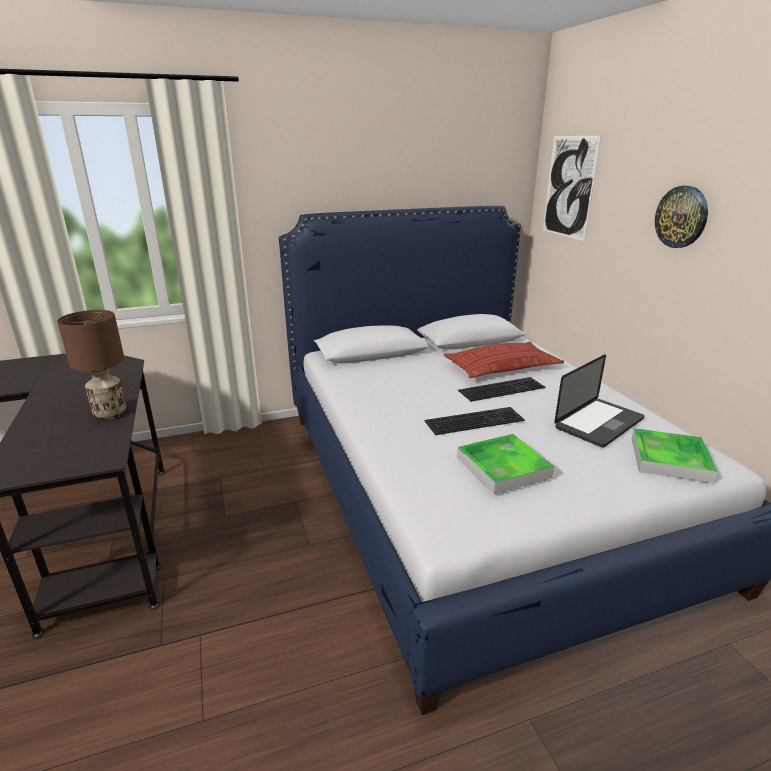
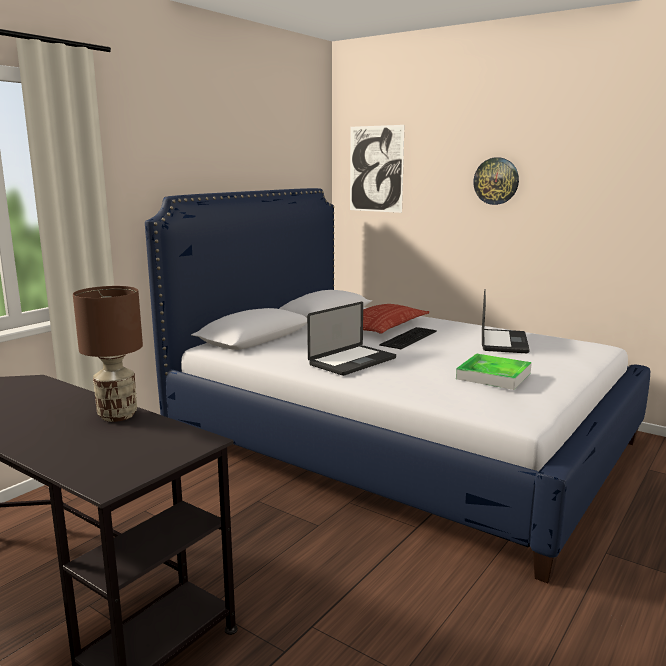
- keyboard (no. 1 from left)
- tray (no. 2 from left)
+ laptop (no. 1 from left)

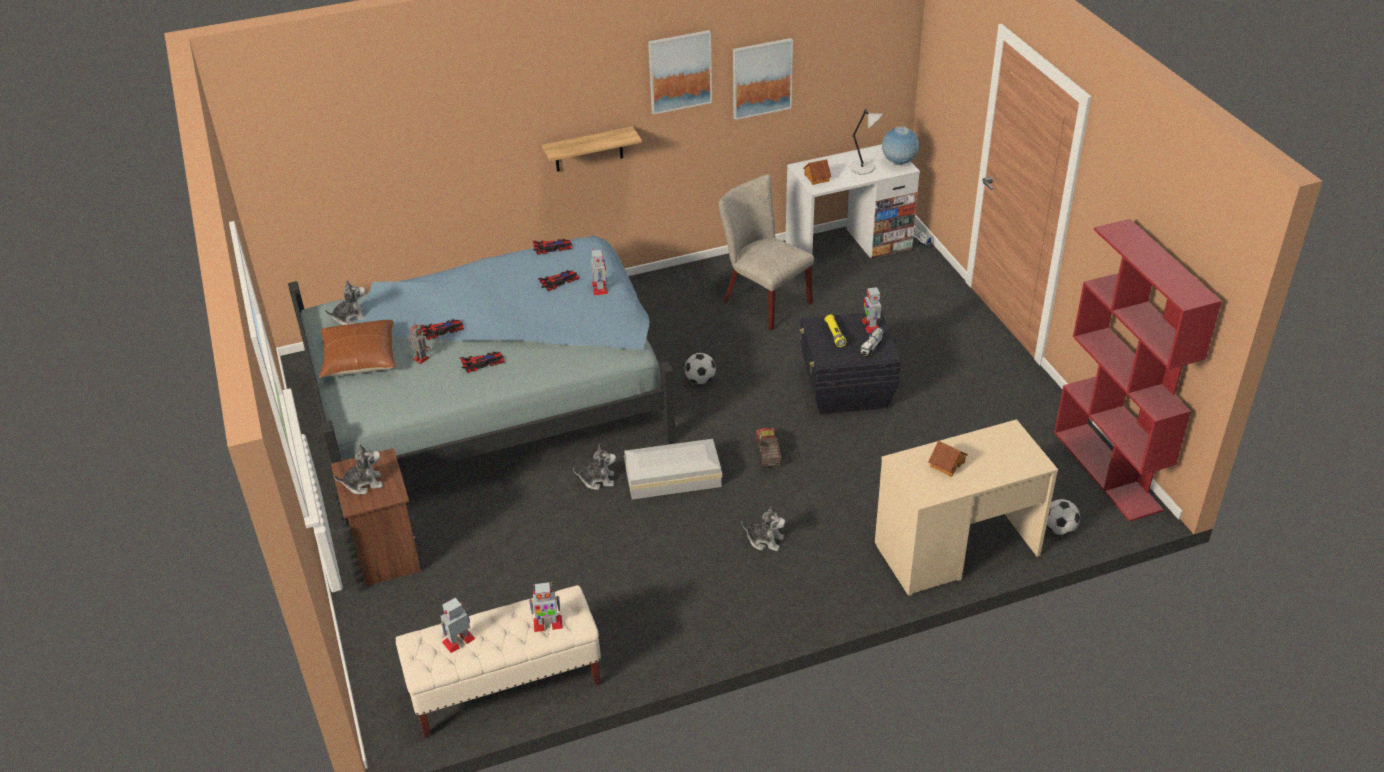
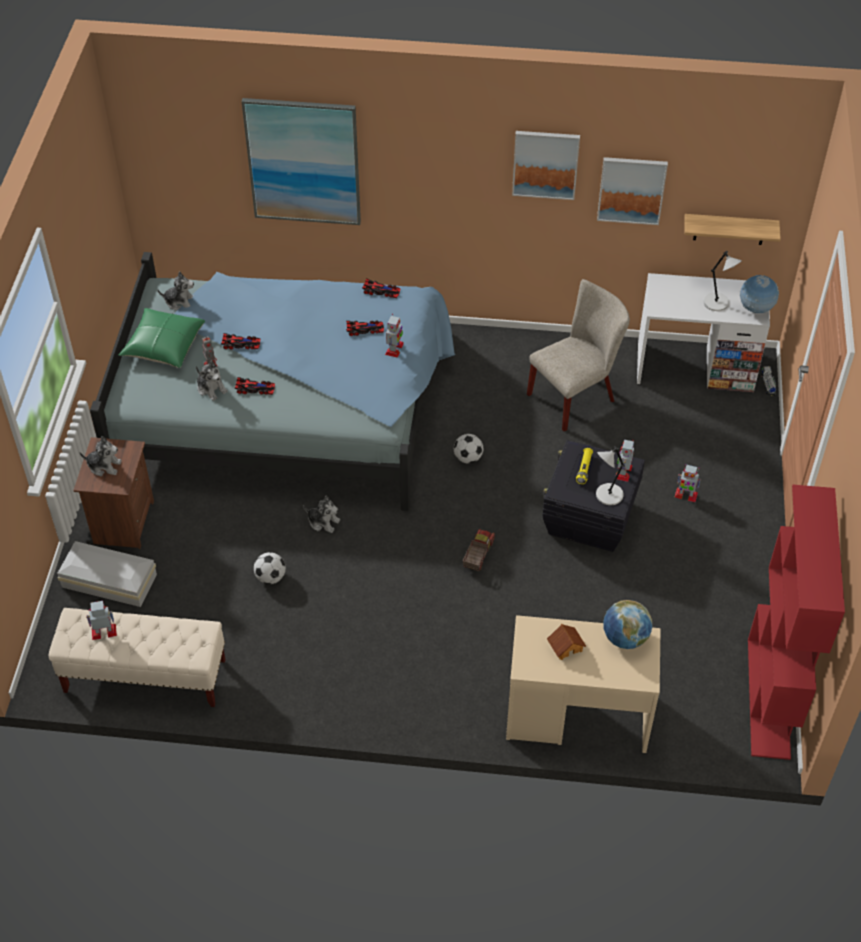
- toy house (no. 1 from left)
+ picture (no. 1 from left)
+ globe (no. 1 from left)
~ toy robot (no. 3 from left in the first image) to toy robot (no. 5 from left)
~ shelf
~ storage box/white
~ plush toy (no. 4 from left in the first image) to plush toy (no. 3 from left)
~ football (no. 2 from left in the first image) to football (no. 1 from left)
~ toy truck (no. 2 from left) to table lamp/grey (no. 1 from left)
~ pillow/brown to pillow/green
~ chair/beige 75 degrees clockwise

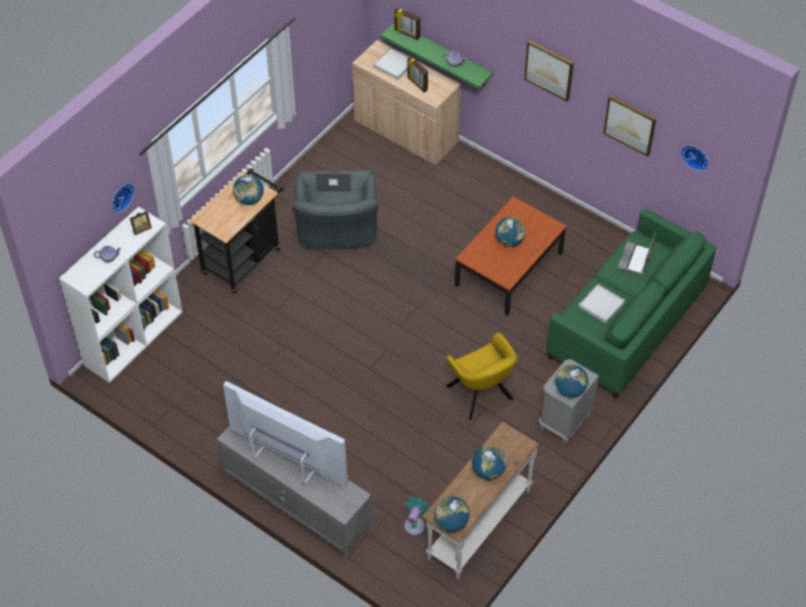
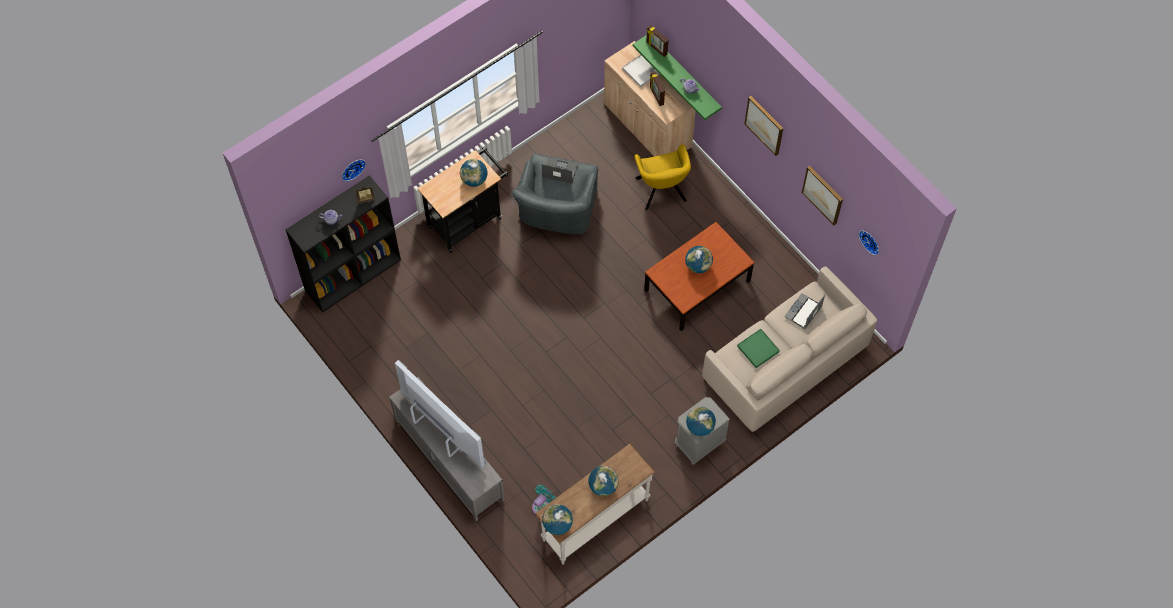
~ armchair/yellow
~ bookcase/white to bookcase/black
~ sofa/green to sofa/beige
~ tray/white (no. 2 from left) to tray/green

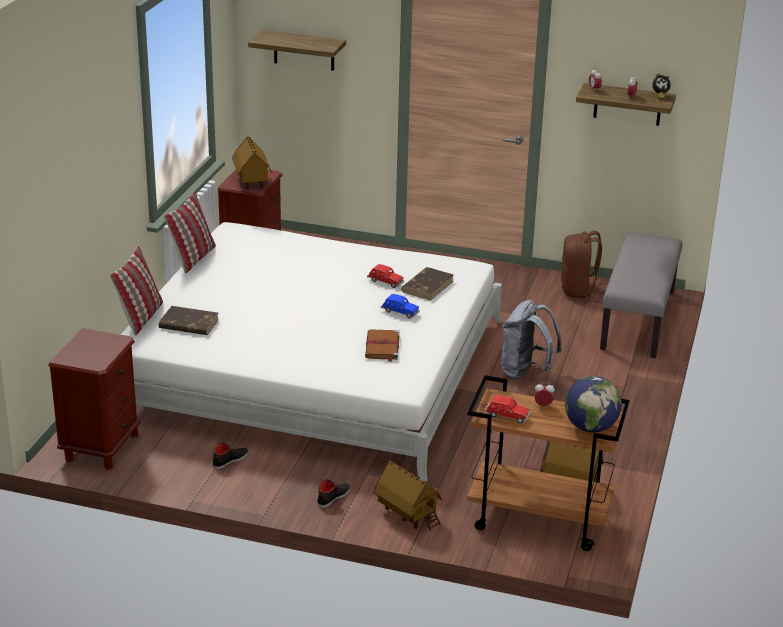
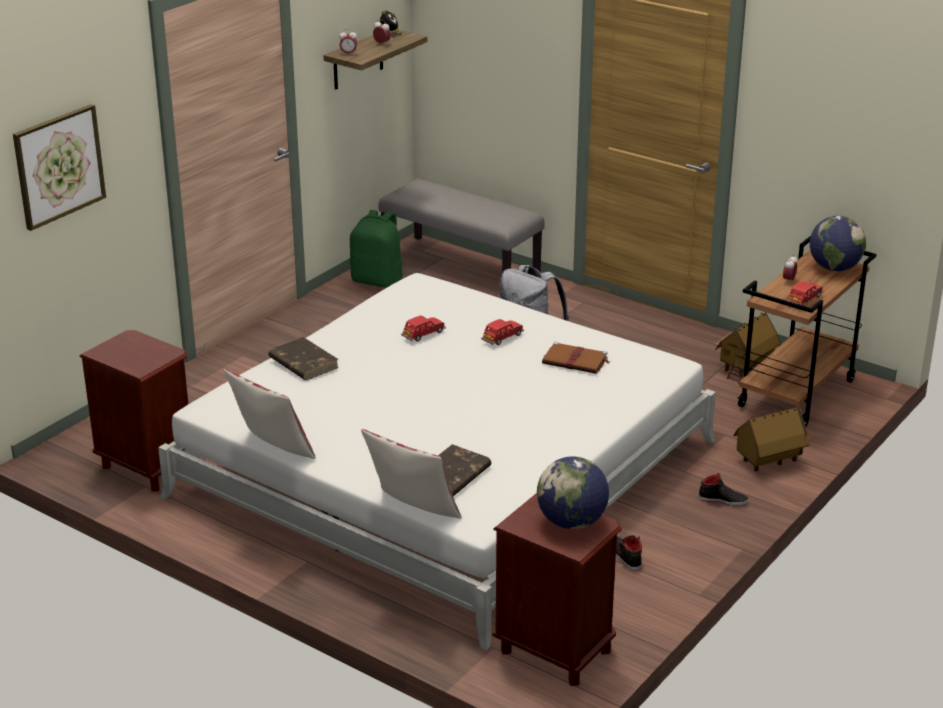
- toy house (no. 1 from left)
+ globe (no. 1 from left)
~ book/brown (no. 3 from left in the first image) to book/brown (no. 1 from left)
~ shelf (no. 1 from left) to picture
~ toy car/blue to toy car/red (no. 2 from left)
~ backpack/brown to backpack/green
~ shoe/black (no. 2 from left) 135 degrees clockwise

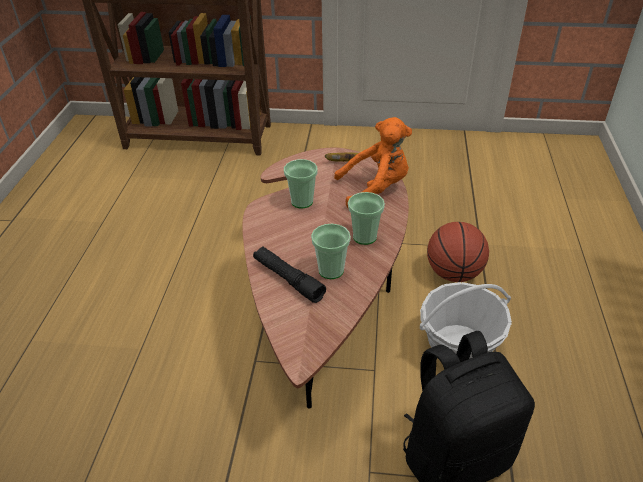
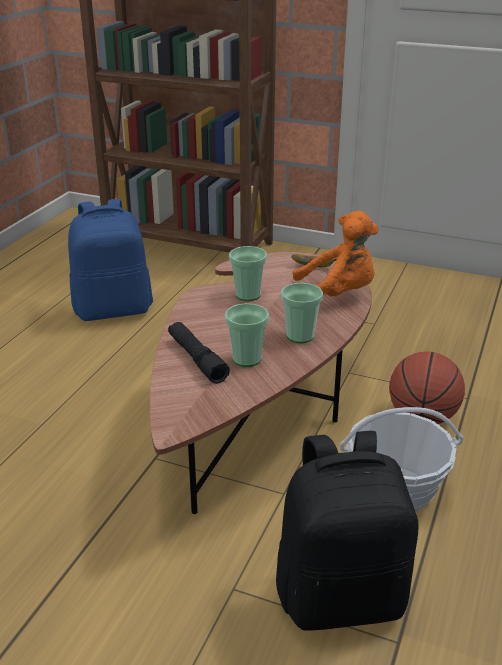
+ backpack/blue

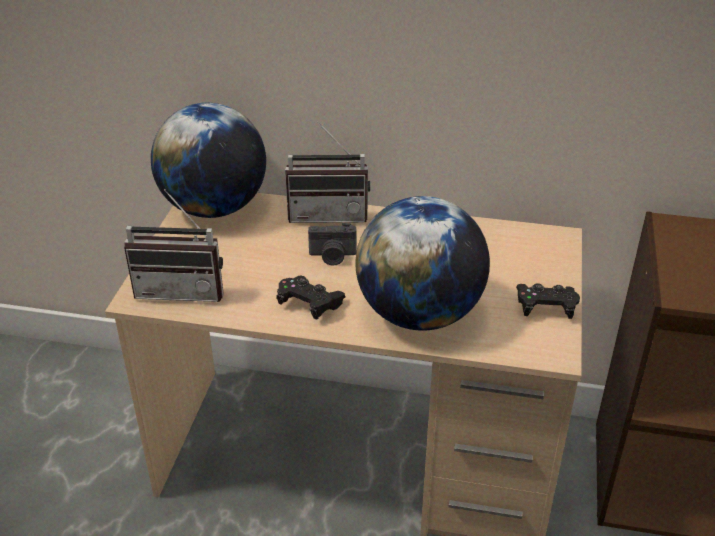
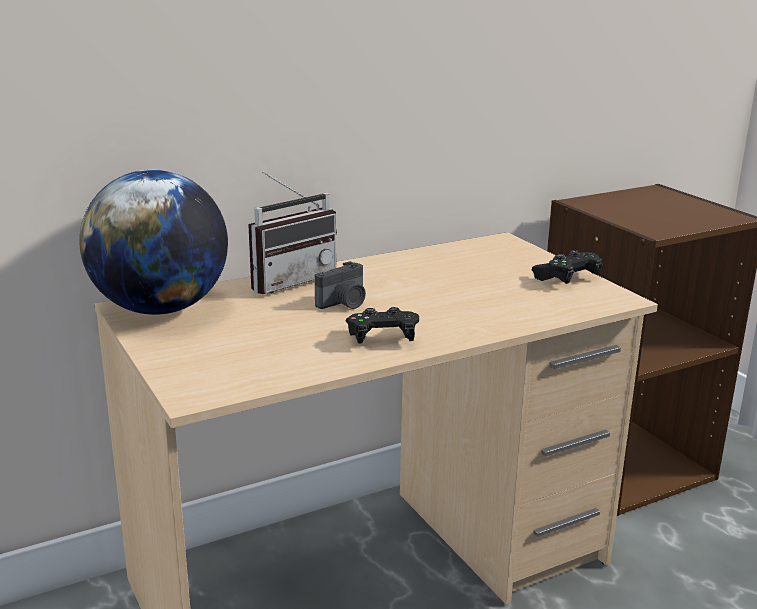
- radio (no. 1 from left)
- globe (no. 2 from left)

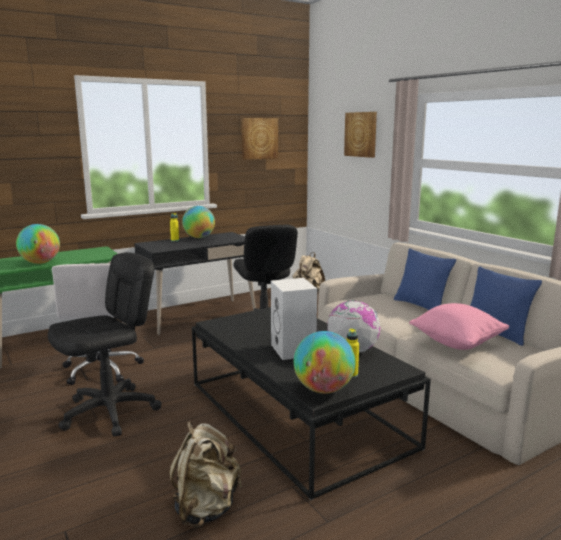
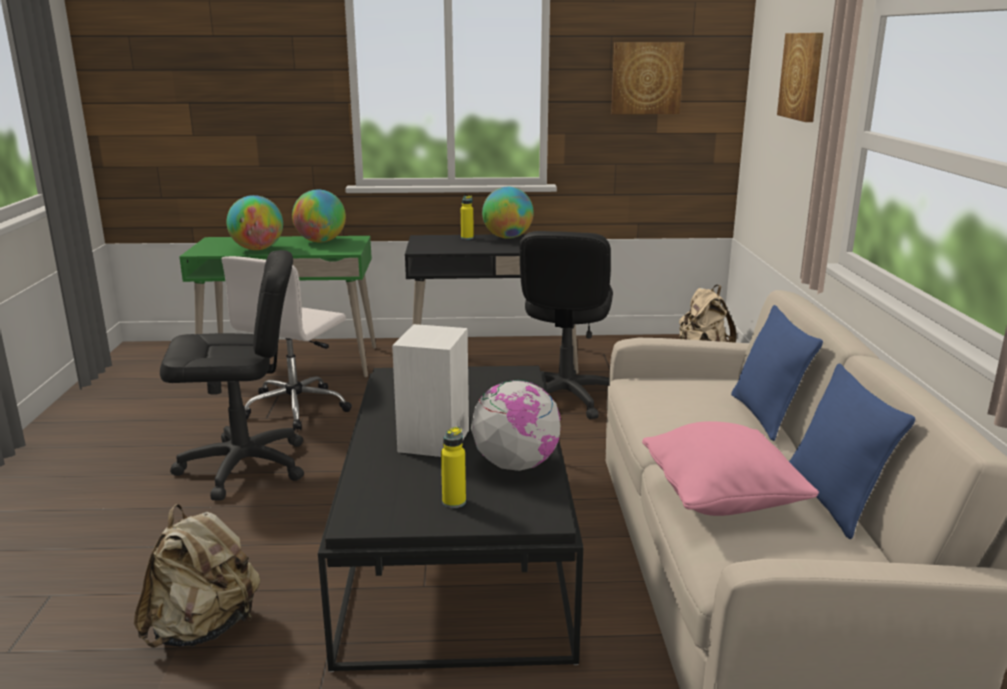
~ globe (no. 3 from left in the first image) to globe (no. 2 from left)

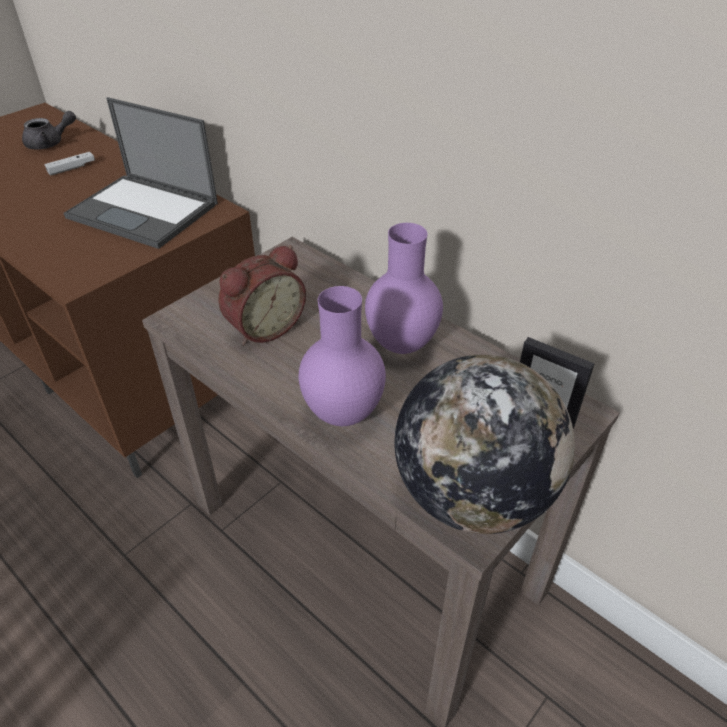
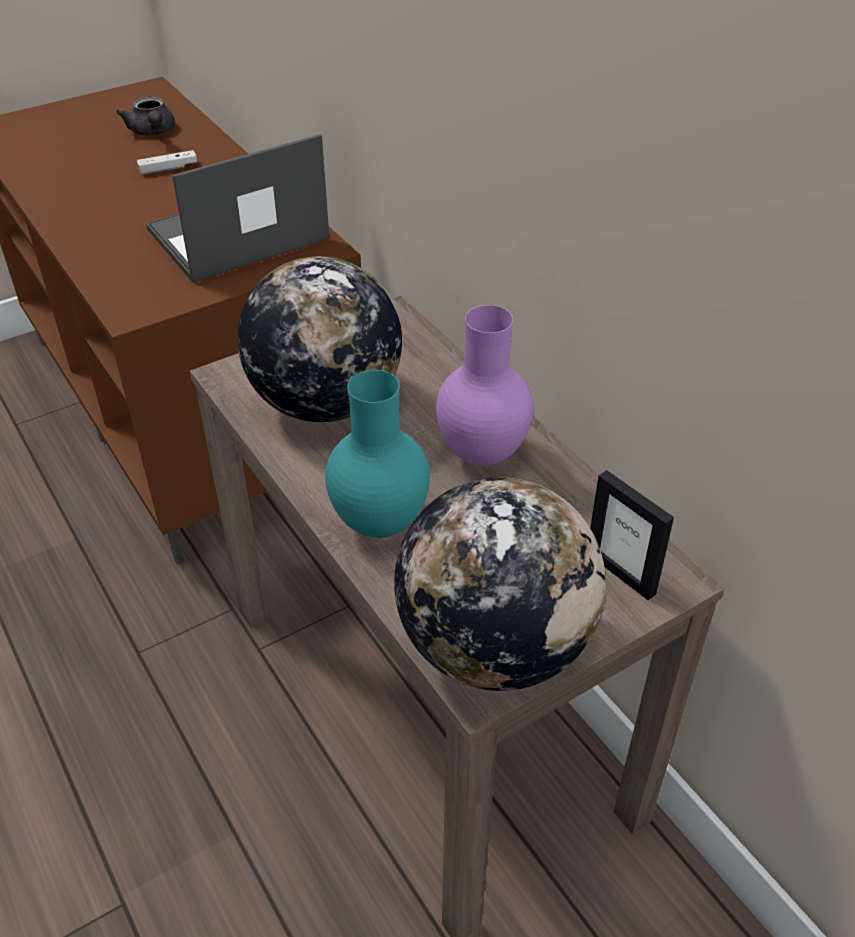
~ alarm clock to globe (no. 1 from left)
~ vase/purple (no. 1 from left) to vase/turquoise
~ teapot/grey 75 degrees clockwise
~ laptop 105 degrees clockwise

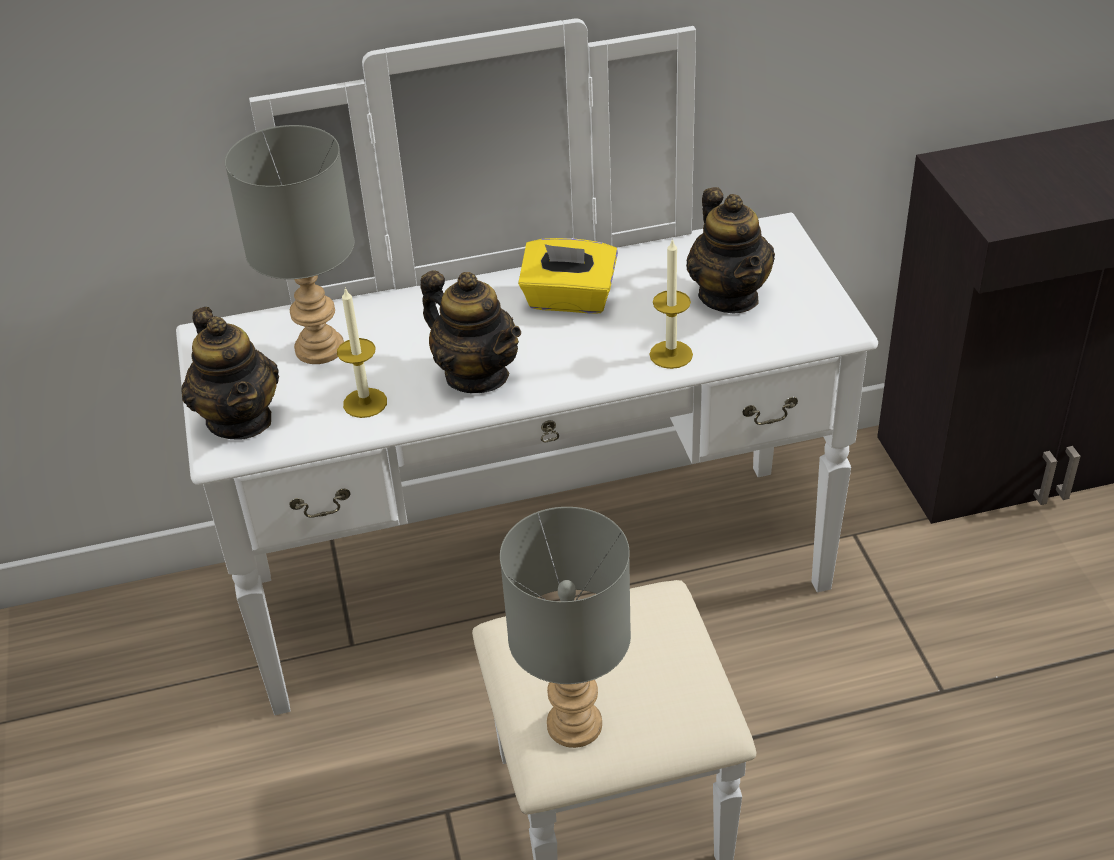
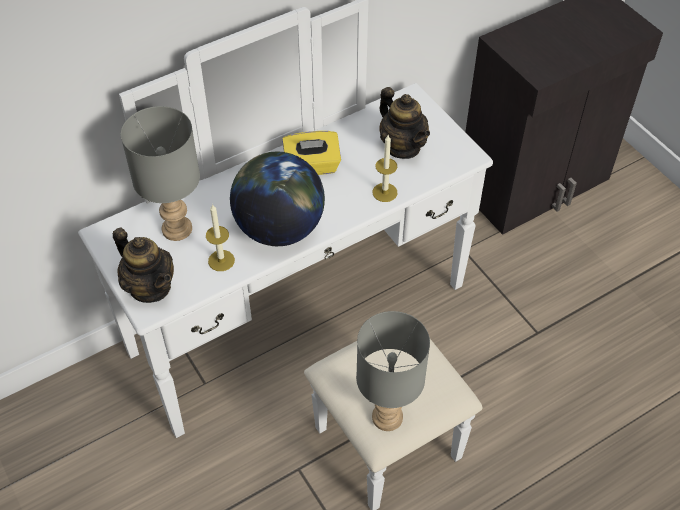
~ teapot (no. 2 from left) to globe

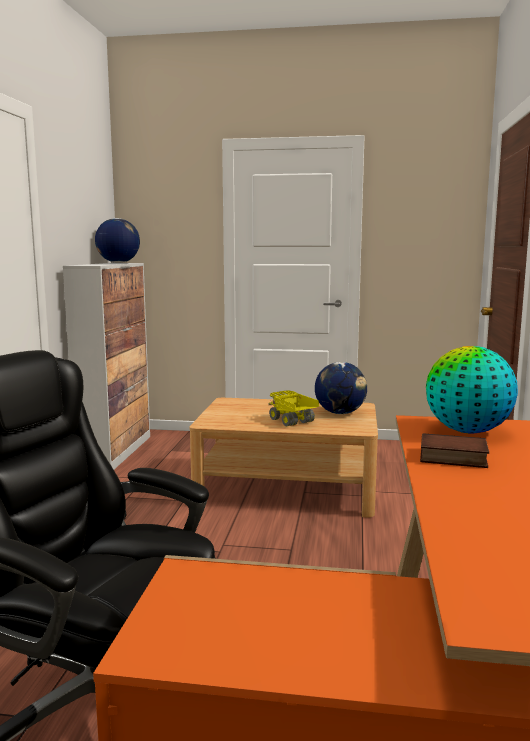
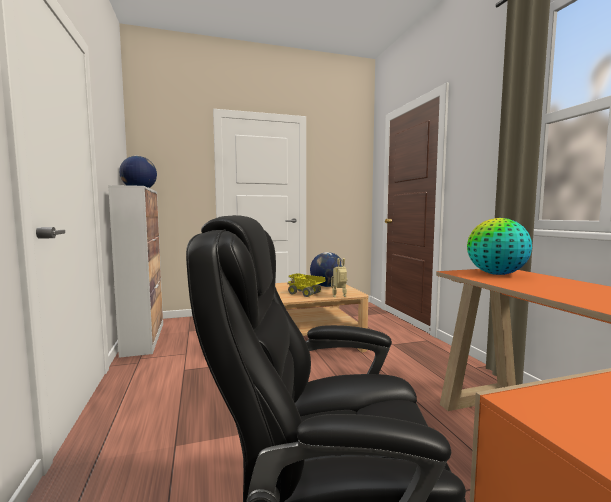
- book
+ toy robot

